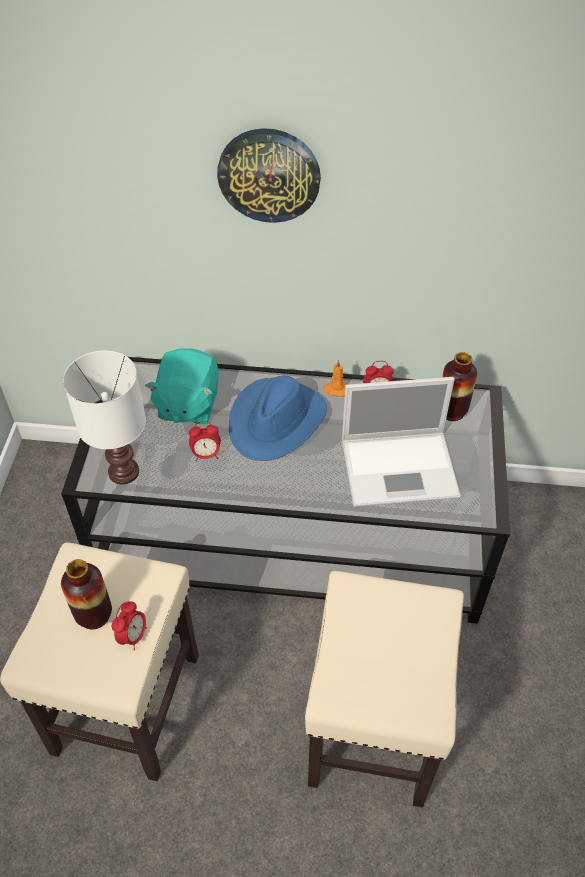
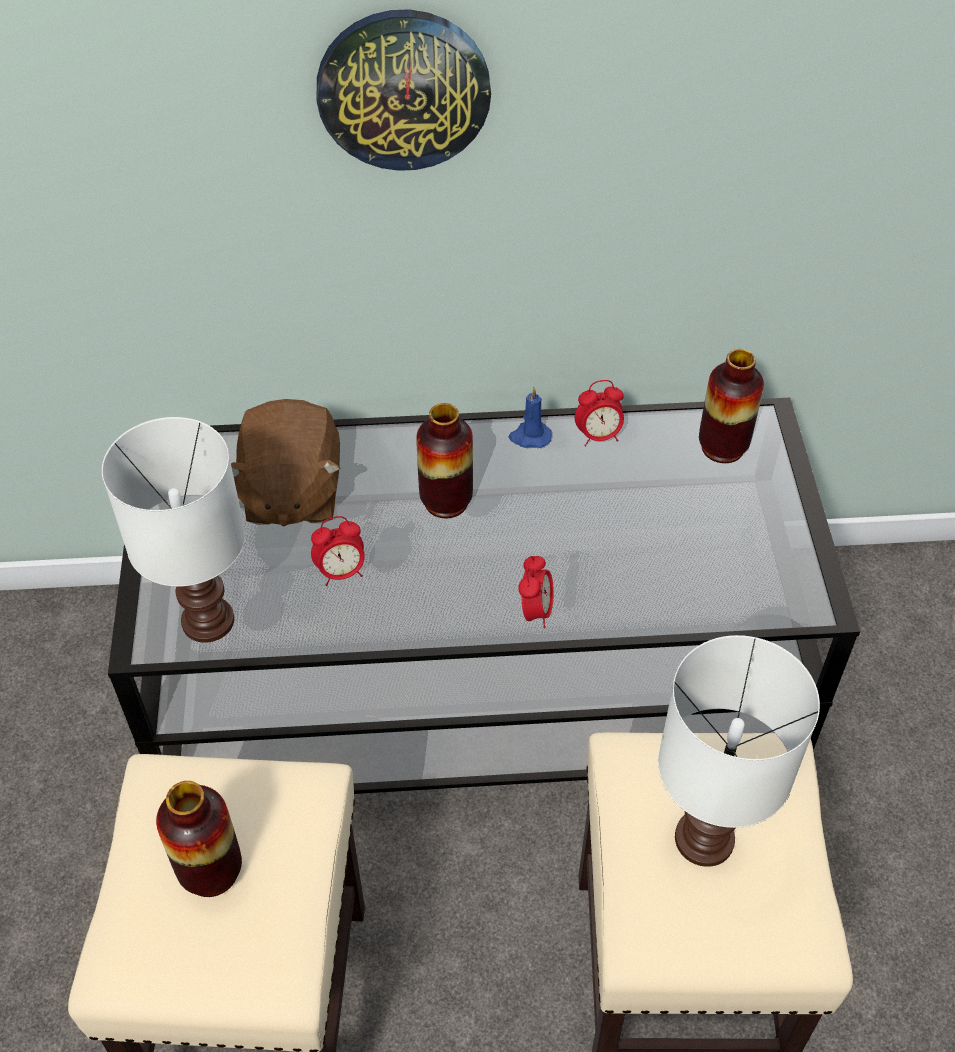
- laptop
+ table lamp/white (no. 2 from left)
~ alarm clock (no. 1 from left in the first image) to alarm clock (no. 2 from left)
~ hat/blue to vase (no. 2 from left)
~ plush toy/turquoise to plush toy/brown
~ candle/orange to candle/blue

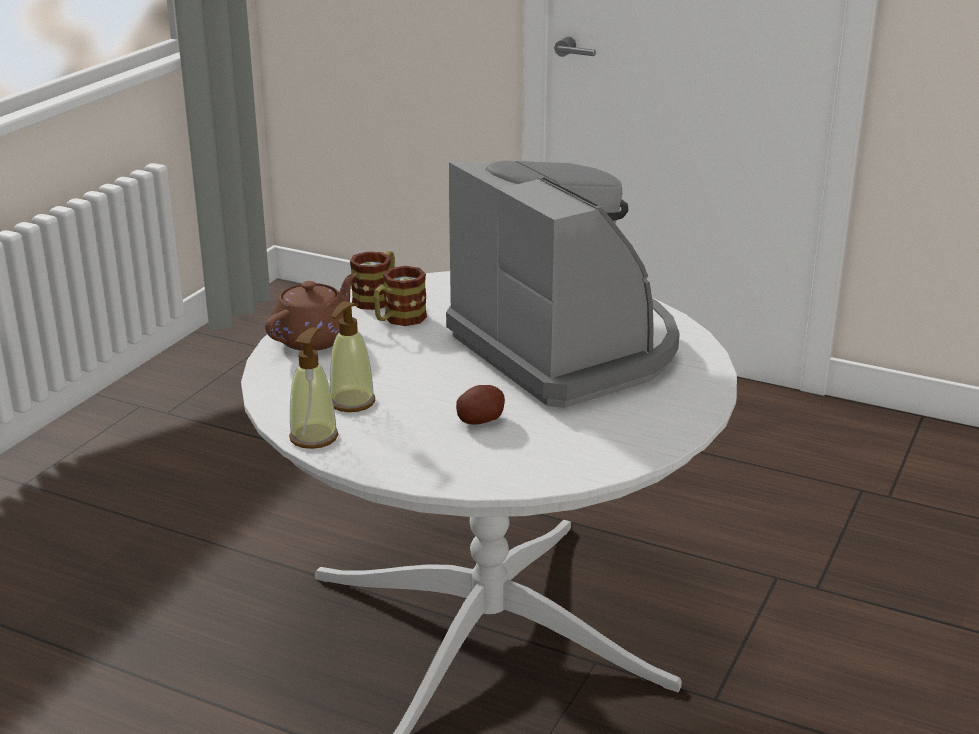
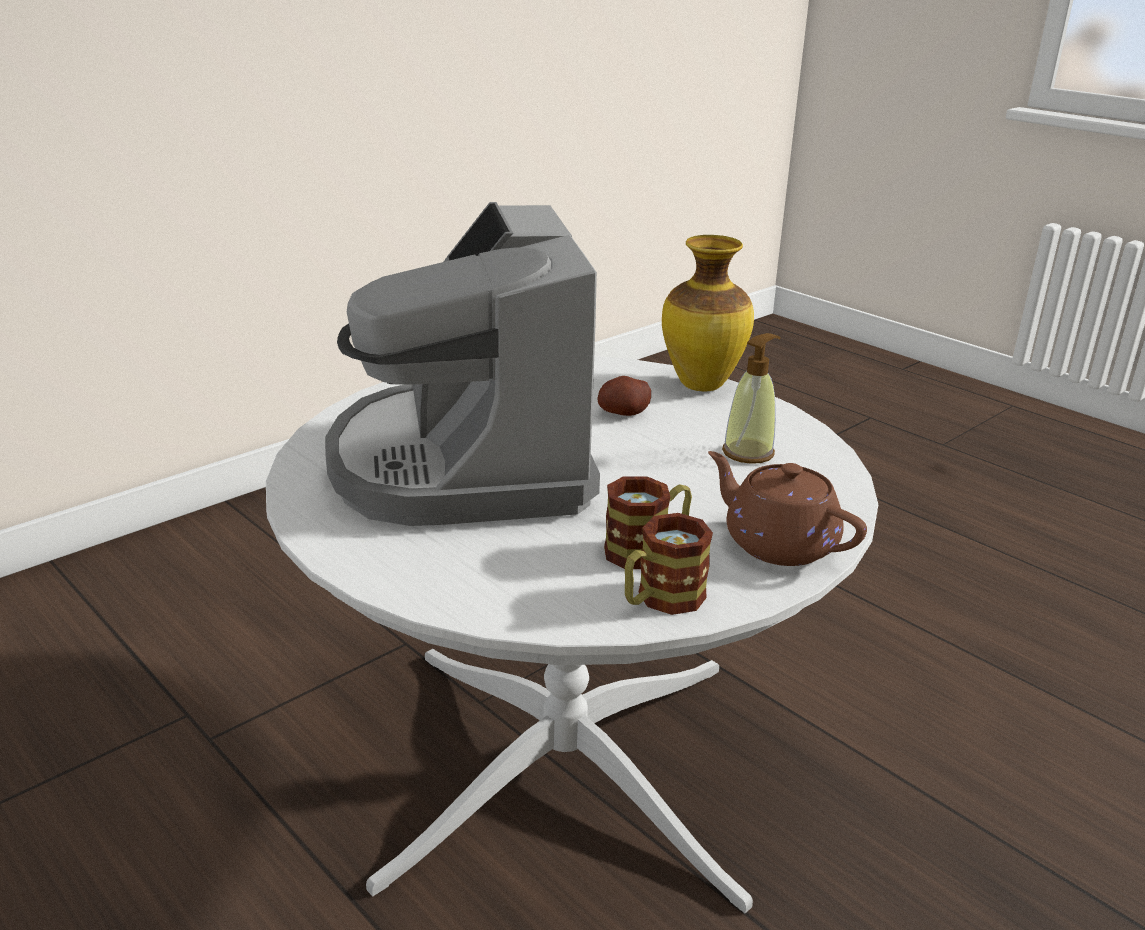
- soap dispenser (no. 1 from left)
+ vase
~ teapot/brown 75 degrees clockwise

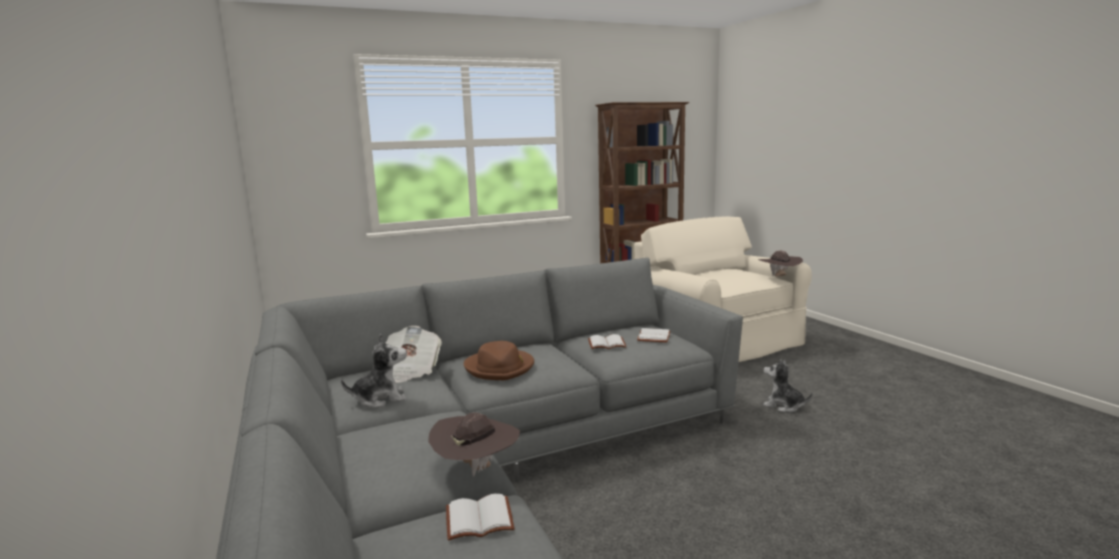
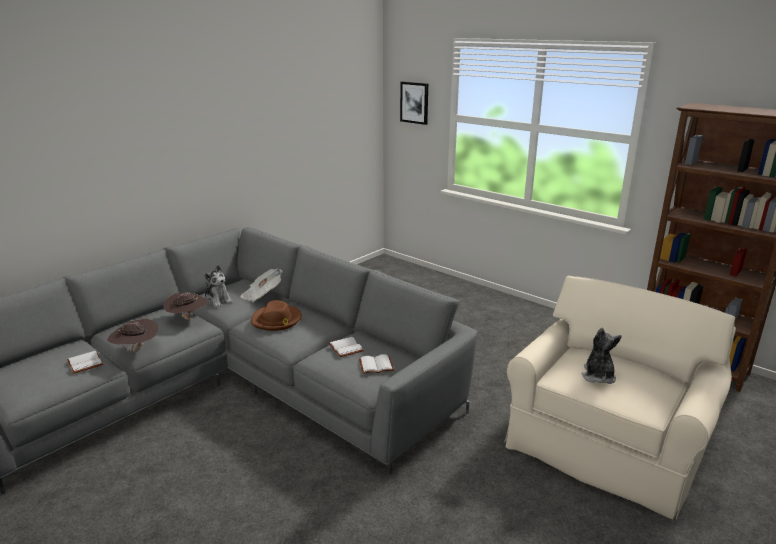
+ picture
~ hat/brown (no. 3 from left in the first image) to hat/brown (no. 2 from left)
~ plush toy (no. 2 from left)

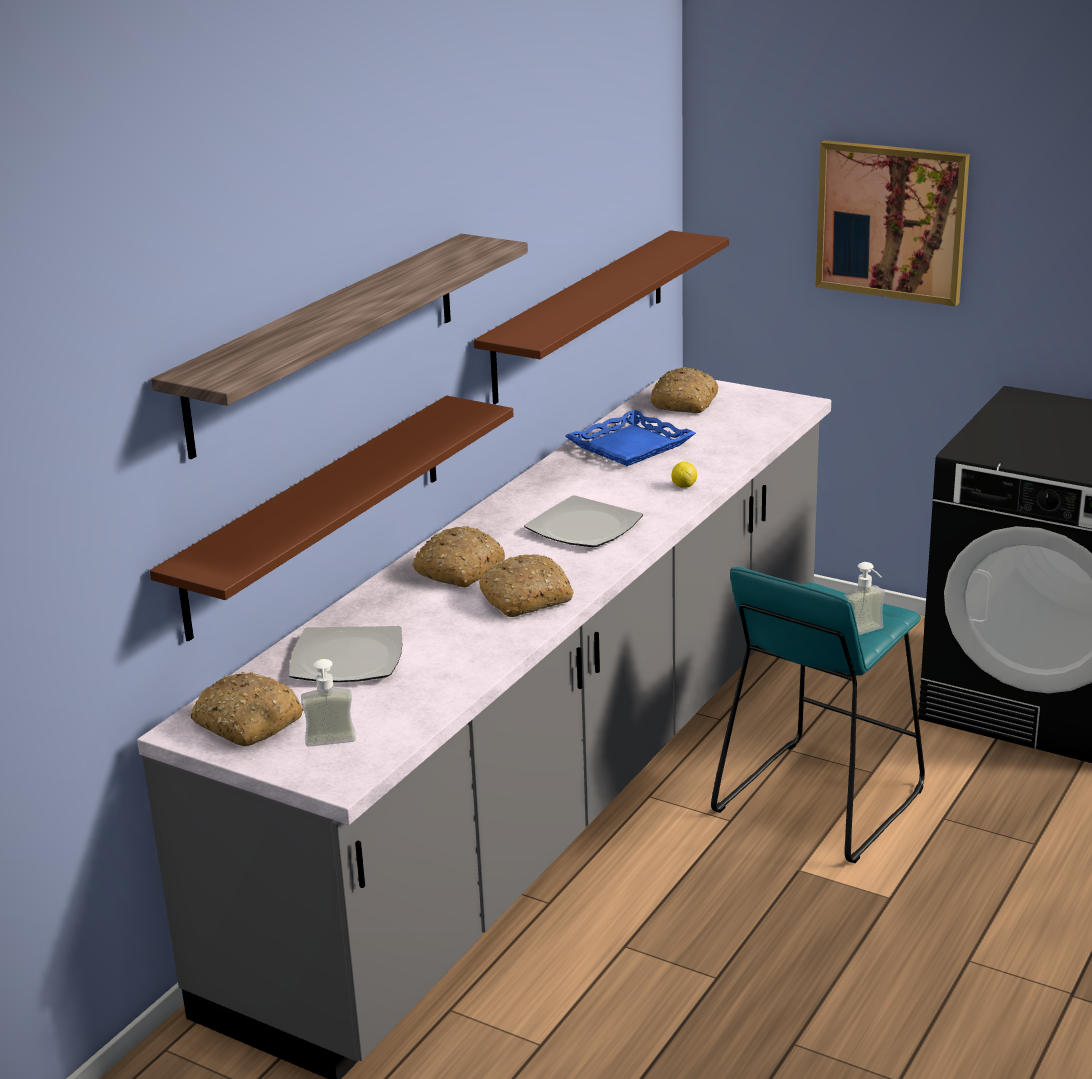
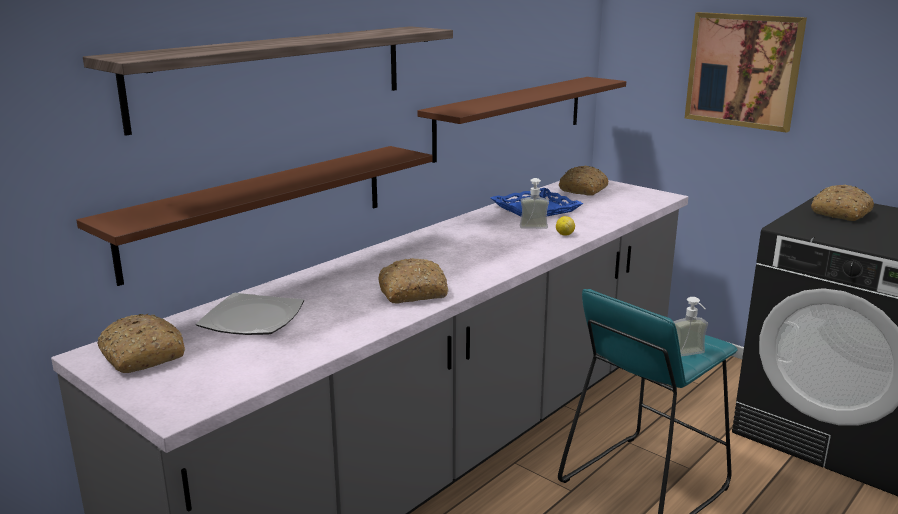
- plate (no. 2 from left)
~ soap dispenser (no. 1 from left)
~ bread (no. 2 from left in the first image) to bread (no. 4 from left)

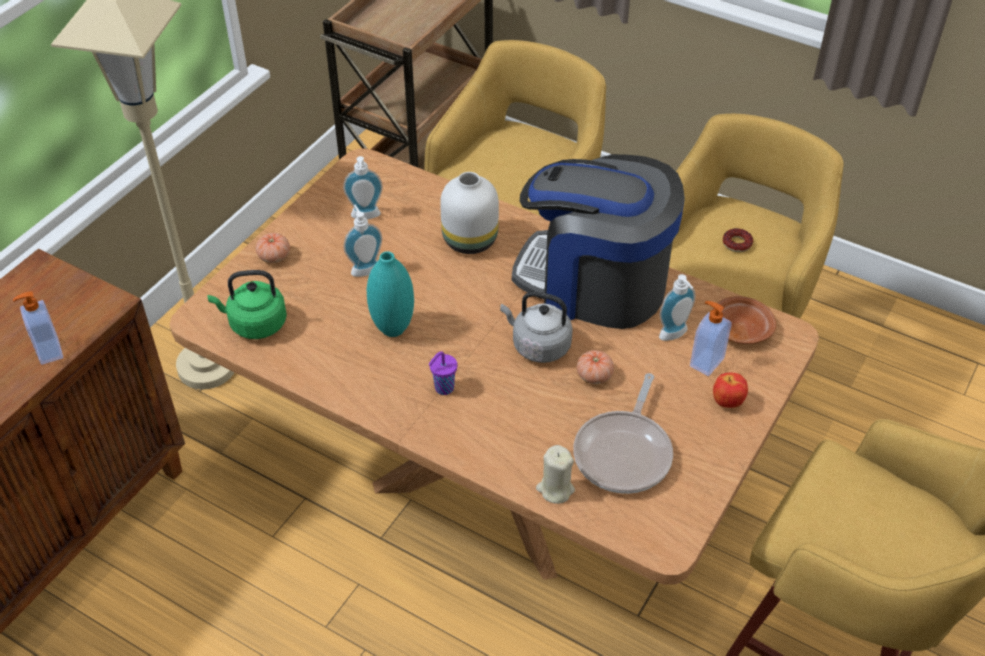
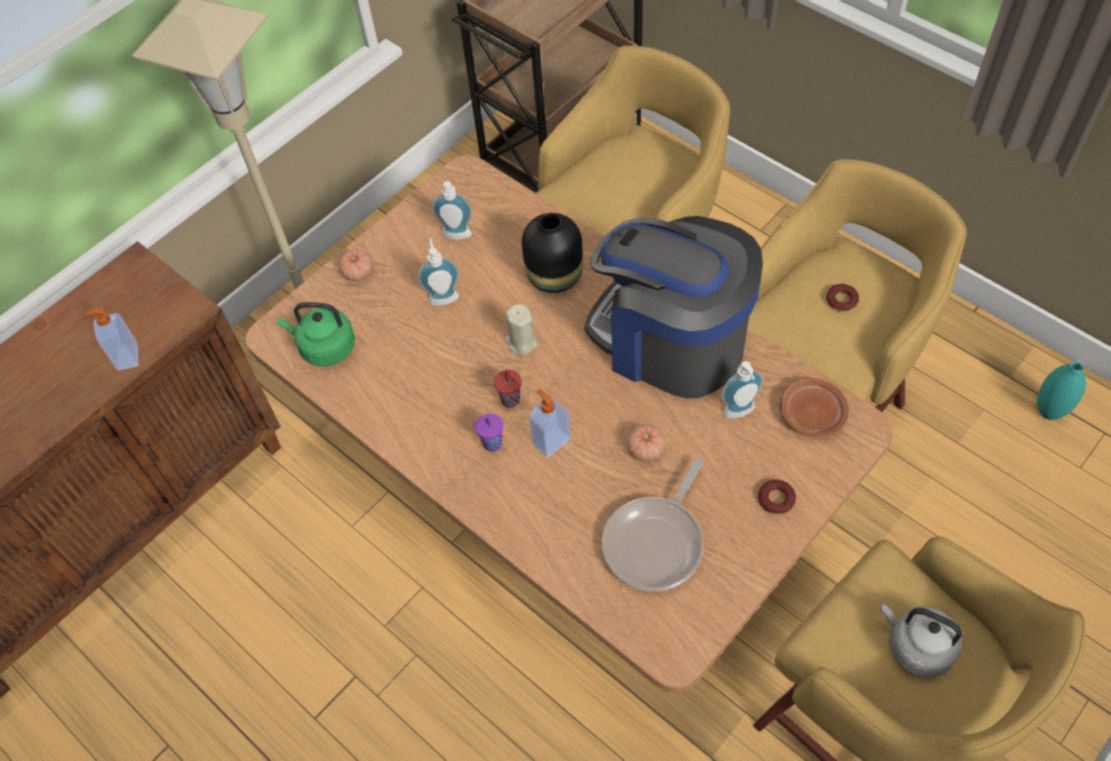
+ cup/red
~ vase/turquoise
~ kettle/grey
~ candle/beige
~ soap dispenser (no. 5 from left in the first image) to soap dispenser (no. 4 from left)
~ apple to donut (no. 1 from left)
~ vase/white to vase/black

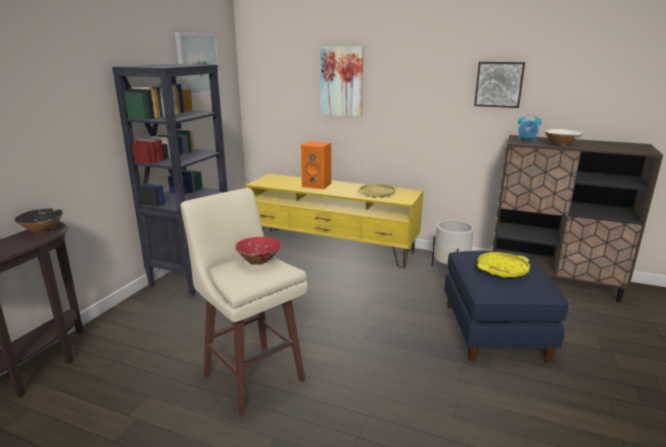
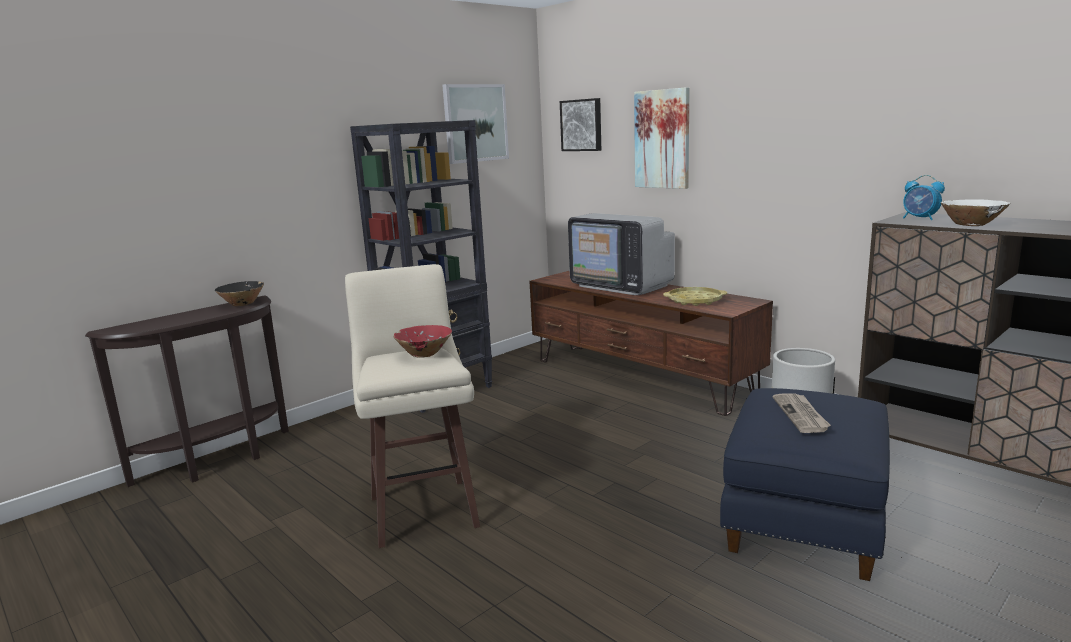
~ picture (no. 3 from left in the first image) to picture (no. 2 from left)
~ speaker/orange to television
~ tray/yellow (no. 2 from left) to newspaper
~ tv stand/yellow to tv stand/brown

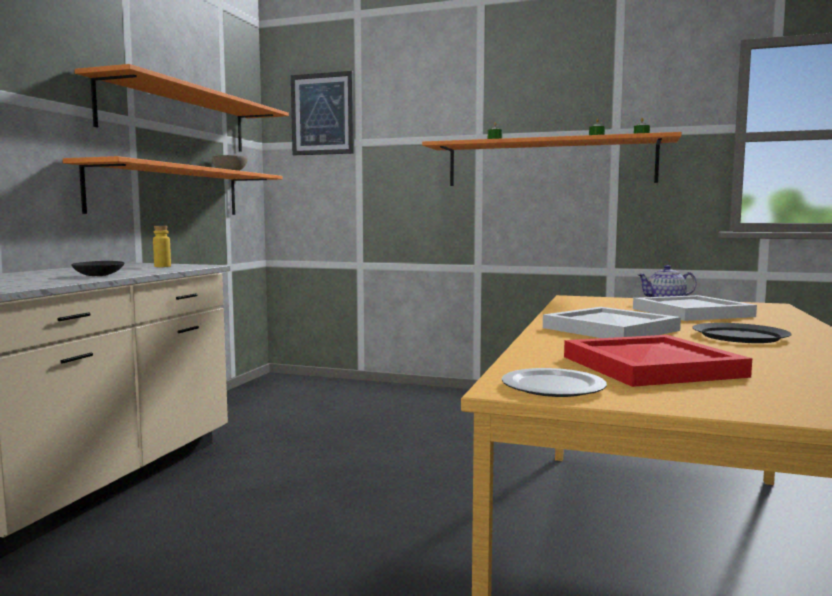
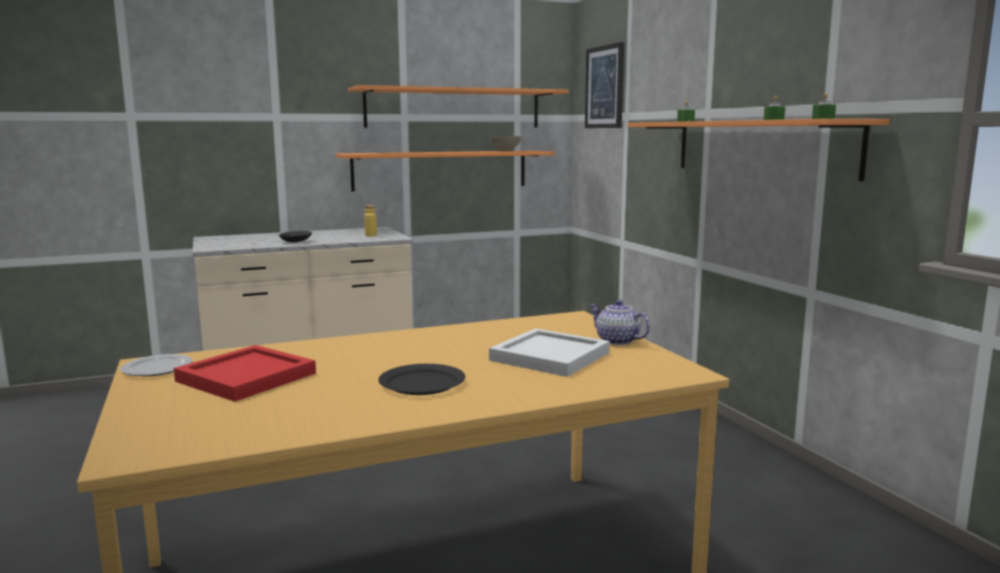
- tray/white (no. 1 from left)

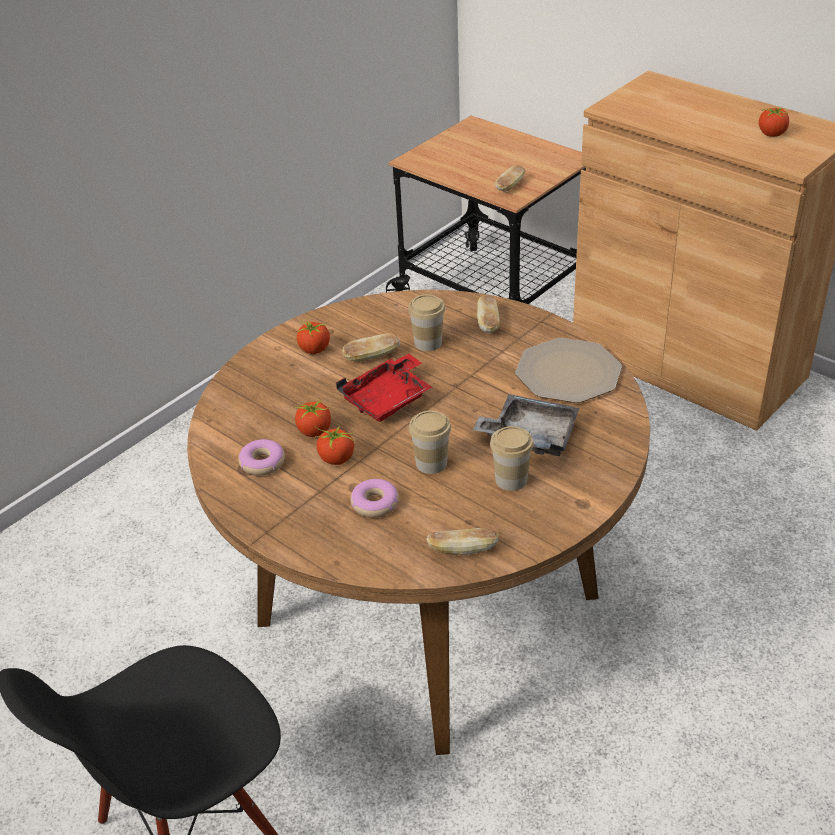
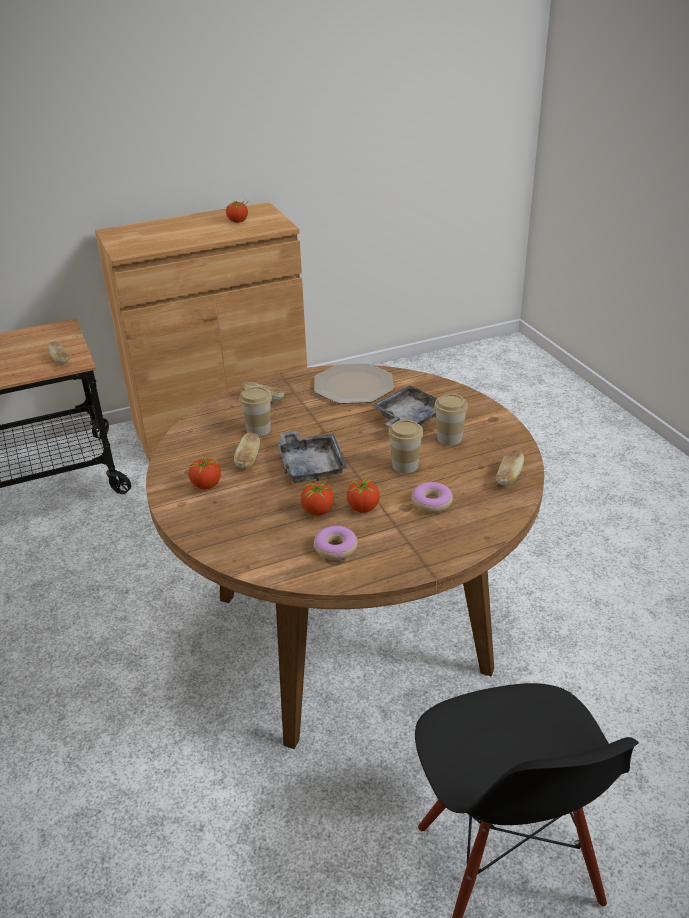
~ tray/red to tray/grey (no. 1 from left)

